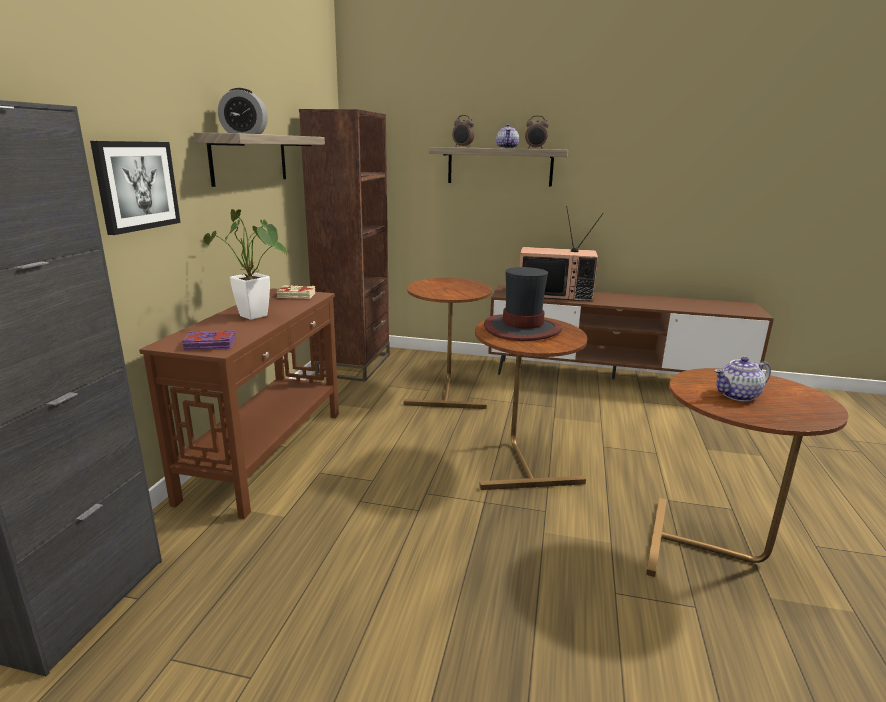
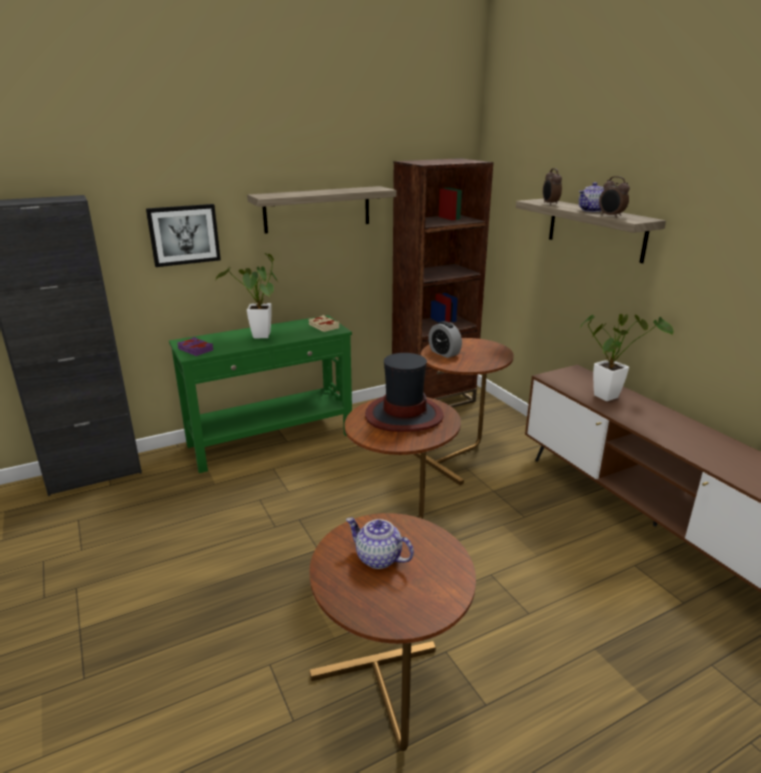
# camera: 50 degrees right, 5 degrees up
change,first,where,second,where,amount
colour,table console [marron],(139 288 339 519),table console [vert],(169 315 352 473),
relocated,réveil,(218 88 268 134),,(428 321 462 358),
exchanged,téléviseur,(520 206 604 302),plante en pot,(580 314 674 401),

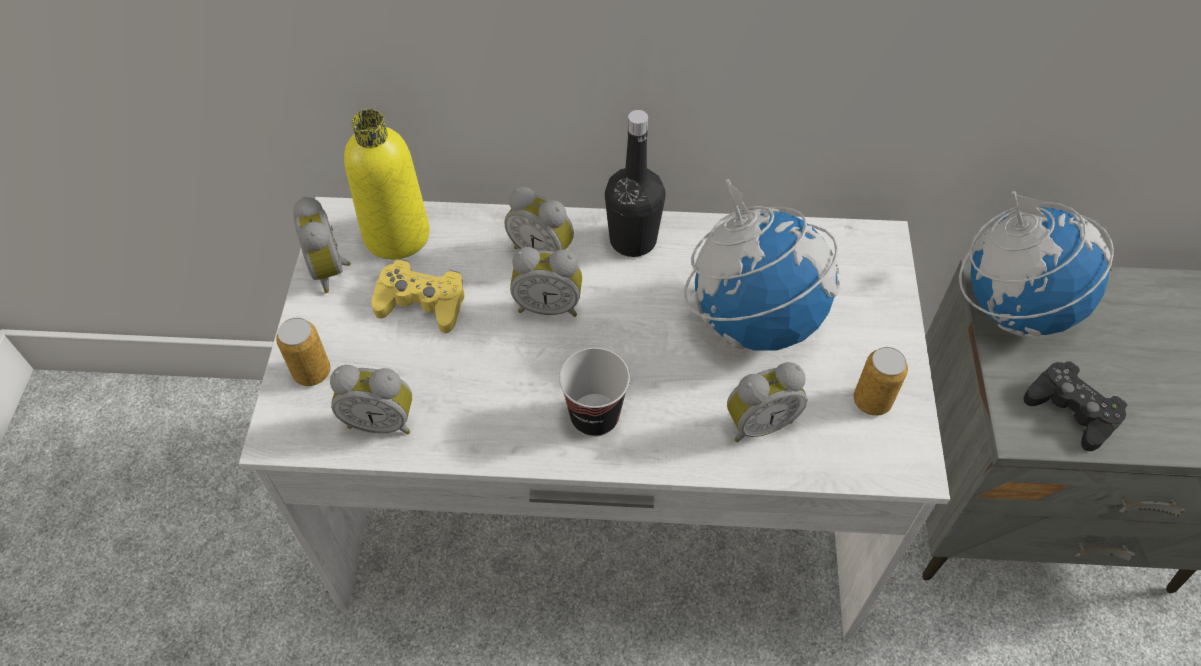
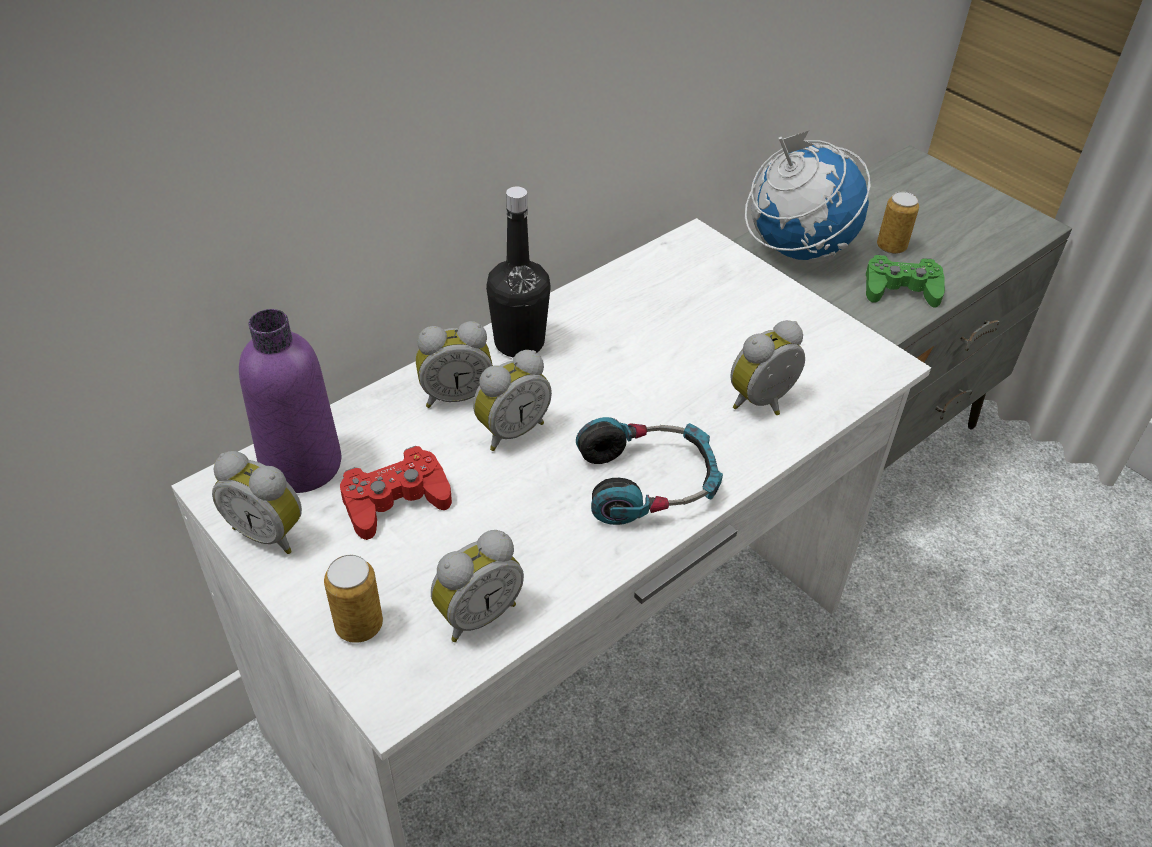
# camera: 45 degrees left, 10 degrees down
change,first,where,second,where,amount
colour,bouteille [jaune],(344 109 430 260),bouteille [violet],(239 309 341 493),
colour,manette [jaune],(371 259 464 334),manette [rouge],(340 446 452 540),
exchanged,tasse,(559 348 630 437),casque audio,(576 417 723 525),
missing,globe,(684 179 840 351),,,
spun,réveil,(727 362 807 442),,(731 320 805 415),150 degrees counterclockwise
relocated,boîte métallique,(854 347 908 416),,(877 192 919 254),
colour,manette [noir],(1023 361 1128 451),manette [vert],(866 255 945 308),

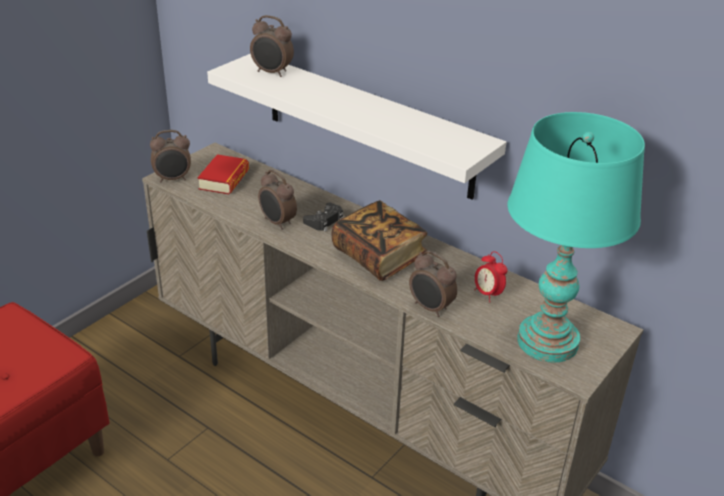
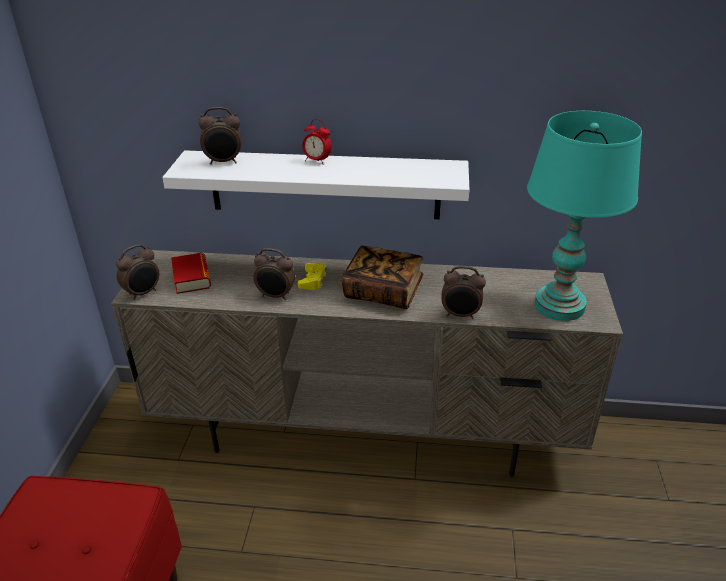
# camera: 30 degrees left, 0 degrees up
change,first,where,second,where,amount
colour,manette [noir],(303 202 343 232),manette [jaune],(298 263 327 290),
relocated,réveil,(474 251 508 302),,(302 119 332 165),

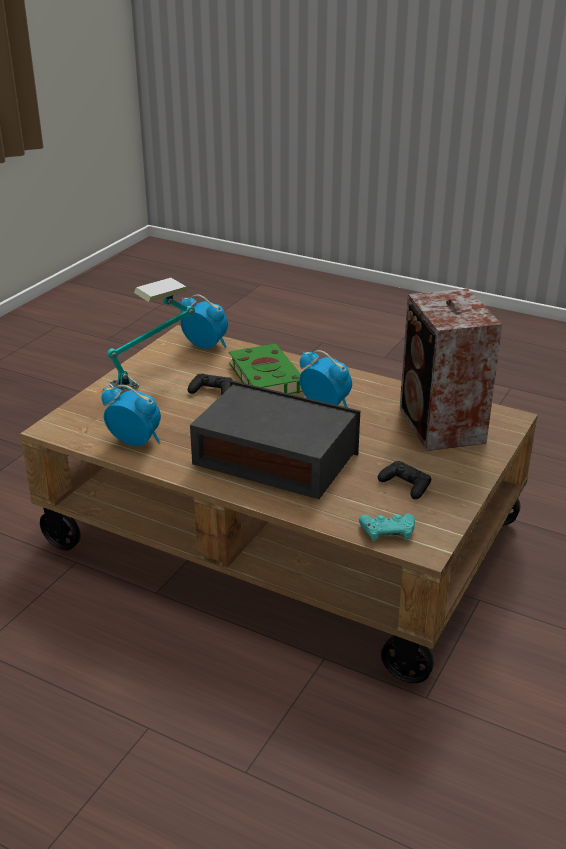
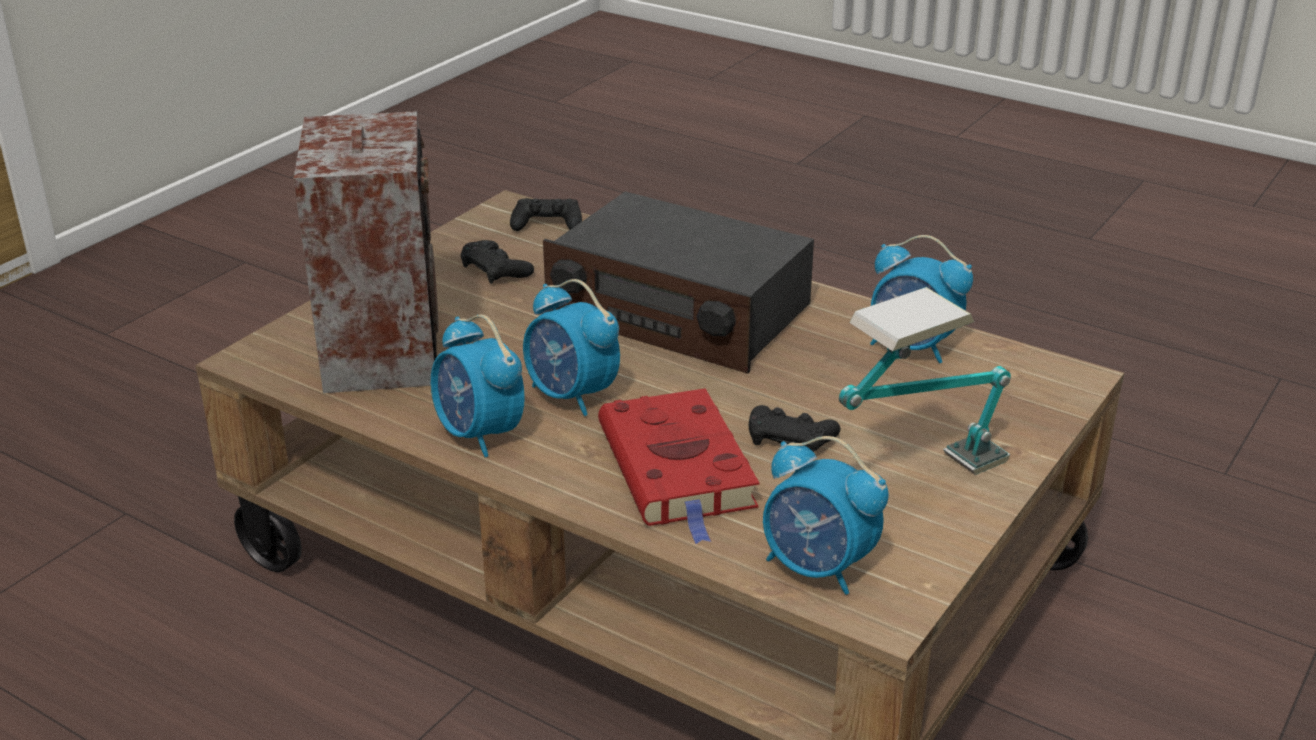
# camera: 175 degrees left, 0 degrees up
change,first,where,second,where,amount
colour,livre [vert],(229 344 303 394),livre [rouge],(598 388 759 544),
colour,manette [turquoise],(359 513 415 541),manette [noir],(510 198 582 231),
appeared,,,réveil,(431 315 525 457),

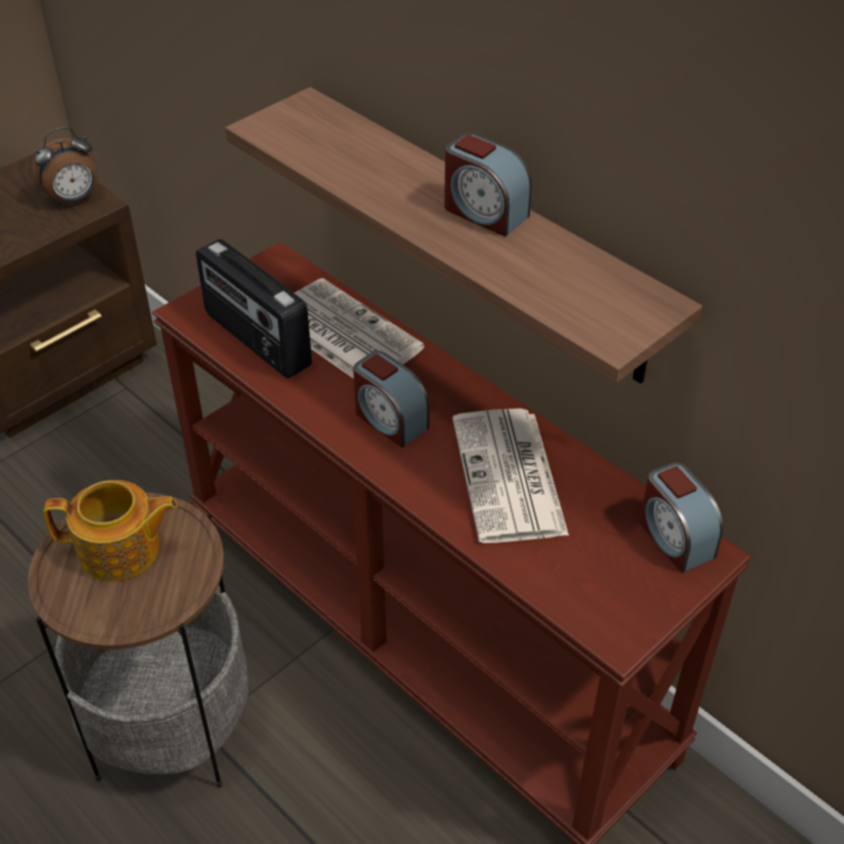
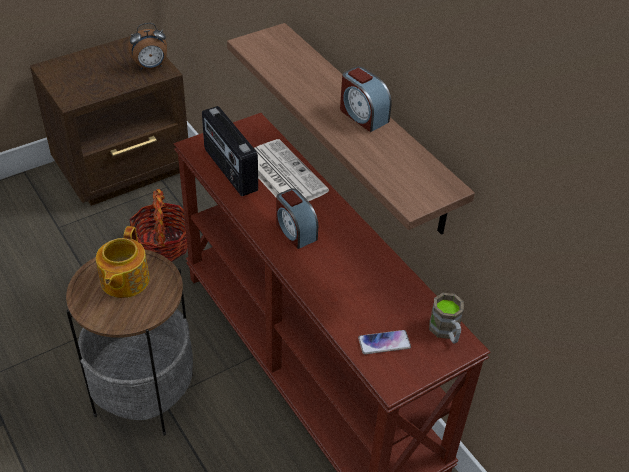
# camera: 10 degrees right, 0 degrees up
change,first,where,second,where,amount
spun,théière,(44 480 178 582),,(96 226 150 298),90 degrees clockwise
missing,journal,(452 408 569 543),,,
exchanged,réveil,(640 462 723 573),mug [marron],(429 293 464 343),
appeared,,,panier,(130 189 187 262),
appeared,,,téléphone,(358 330 411 354),

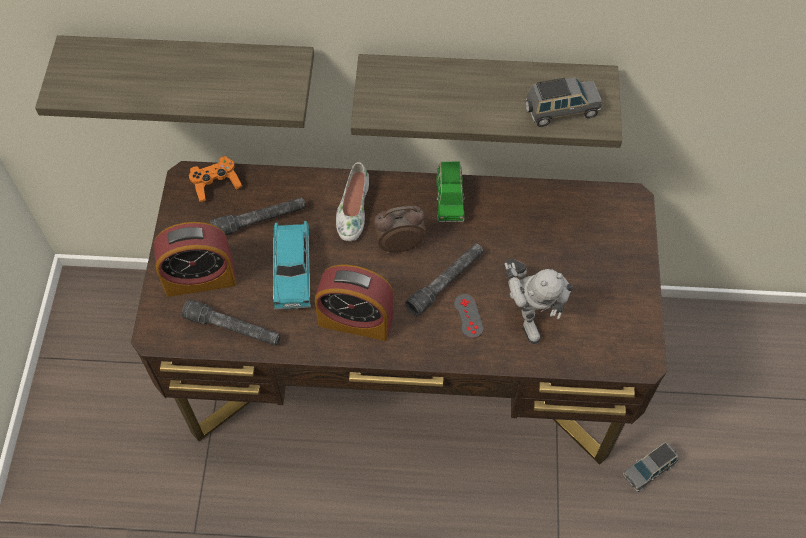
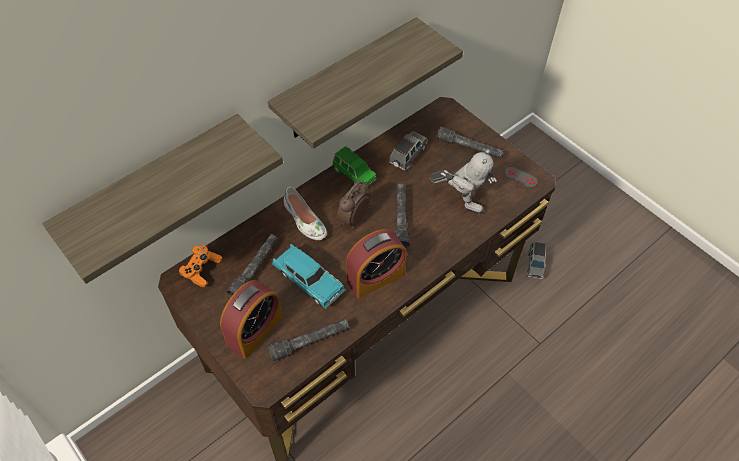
# camera: 45 degrees left, 5 degrees down
change,first,where,second,where,amount
relocated,manette [gris],(454 294 483 338),,(504 167 538 188),
relocated,petite voiture [gris],(525 77 602 127),,(389 131 427 171),
appeared,,,lampe de poche [gris],(436 126 504 159),

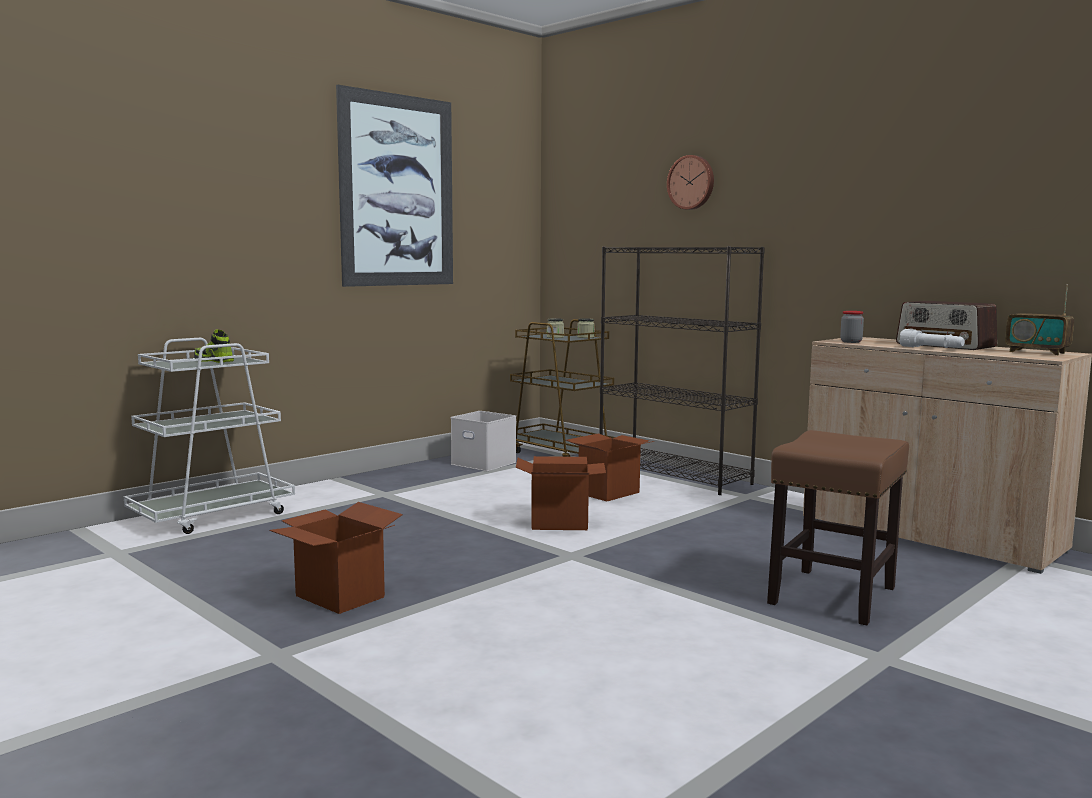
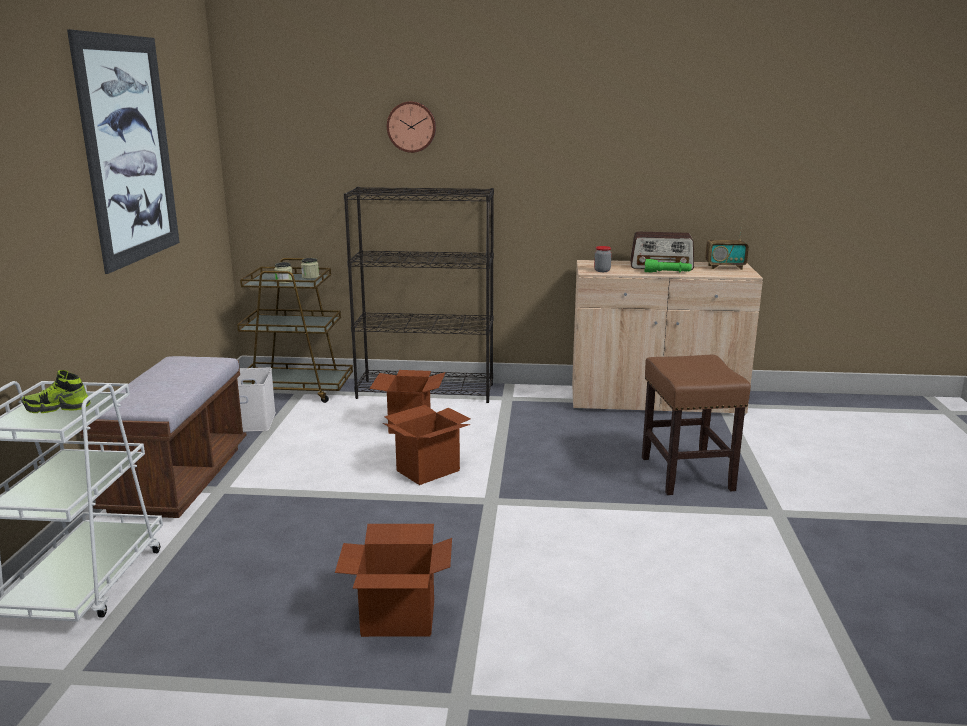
# camera: 40 degrees left, 10 degrees up
change,first,where,second,where,amount
colour,lampe de poche [blanc],(899 329 965 348),lampe de poche [vert],(644 259 692 273),
appeared,,,banc [marron],(80 356 247 518),

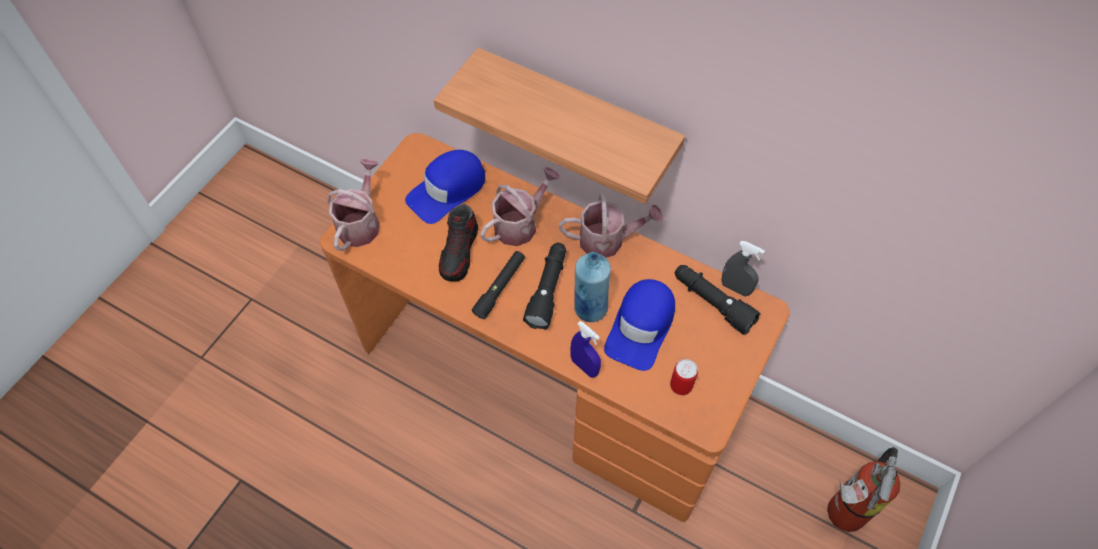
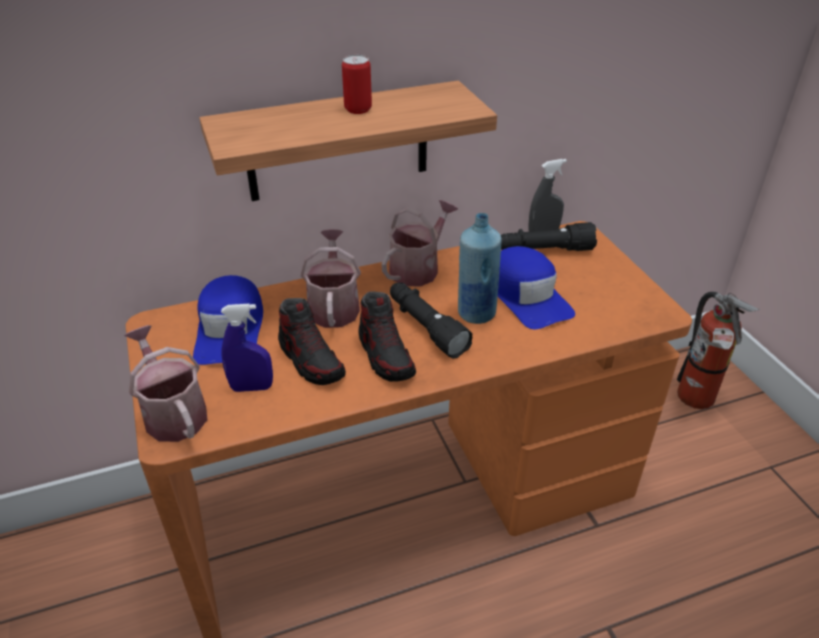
# camera: 50 degrees left, 20 degrees down
change,first,where,second,where,amount
exchanged,lampe de poche [noir],(472 251 525 319),chaussure,(358 291 416 382),
relocated,vaporisateur [bleu],(570 321 601 378),,(221 304 273 392),
relocated,boîte métallique,(670 359 698 395),,(342 55 372 114),

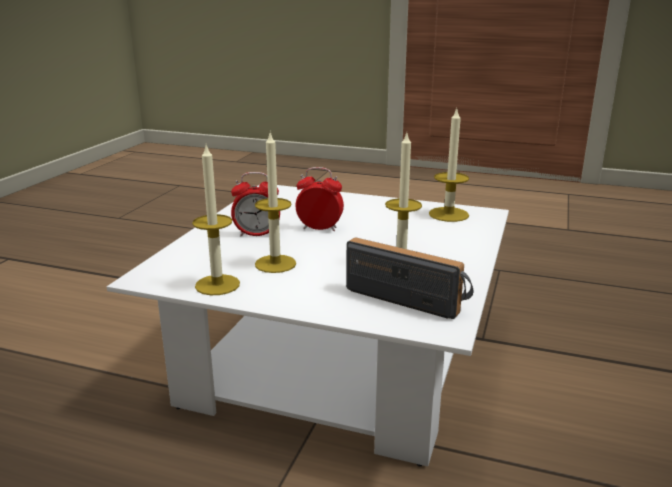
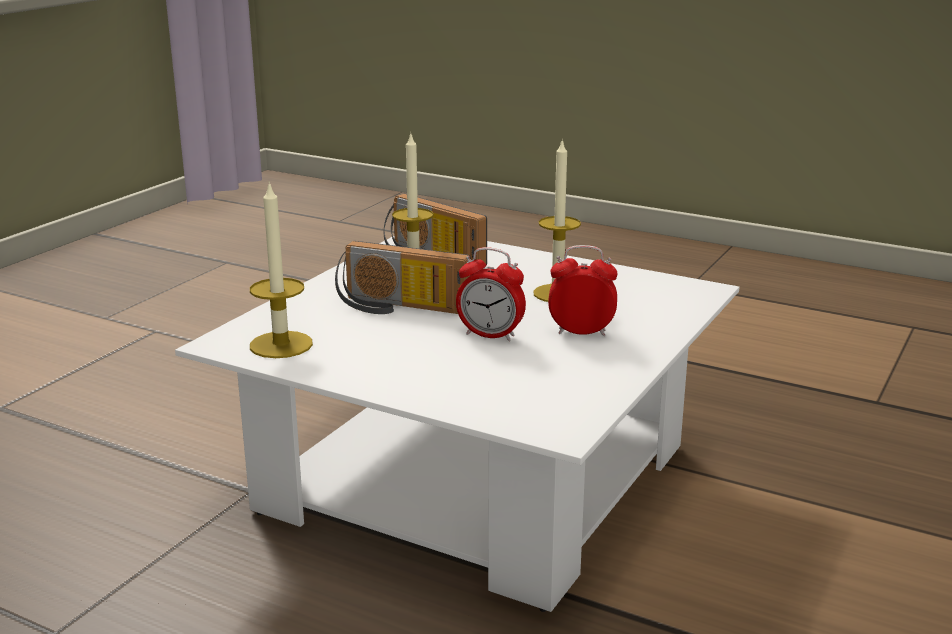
# camera: 170 degrees left, 0 degrees up
change,first,where,second,where,amount
missing,bougie,(192 145 240 295),,,
appeared,,,radio,(335 241 471 314),

